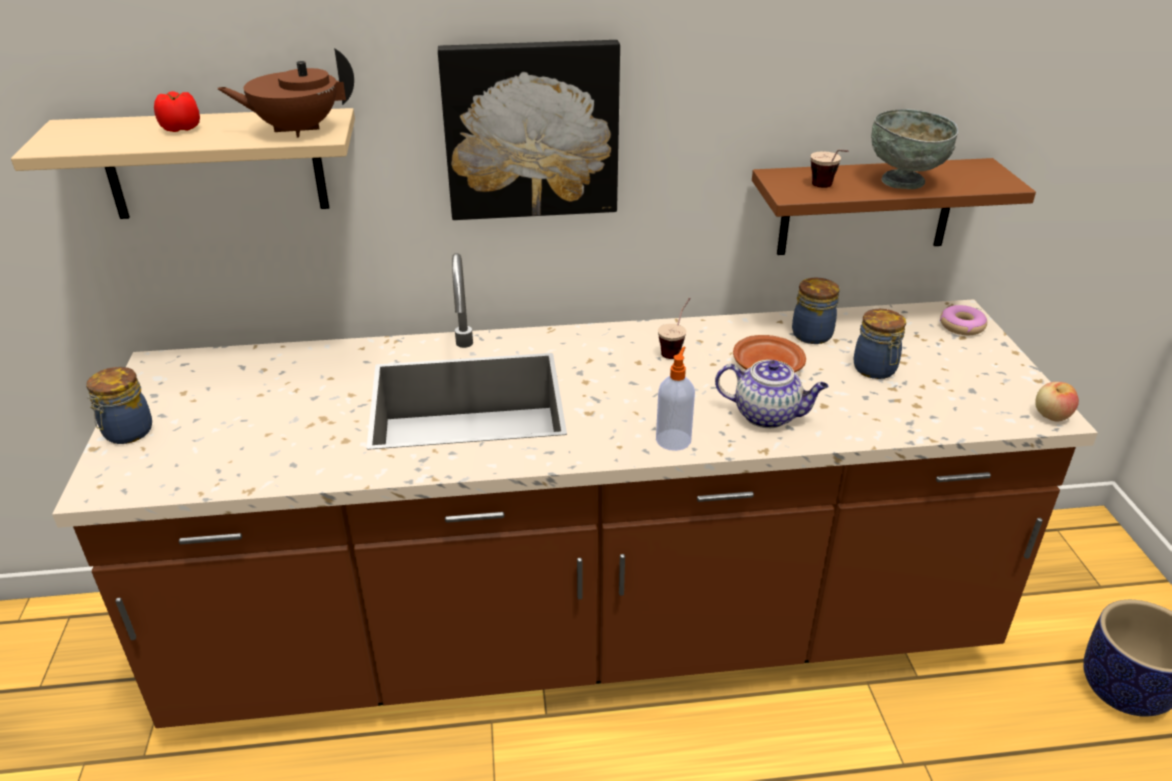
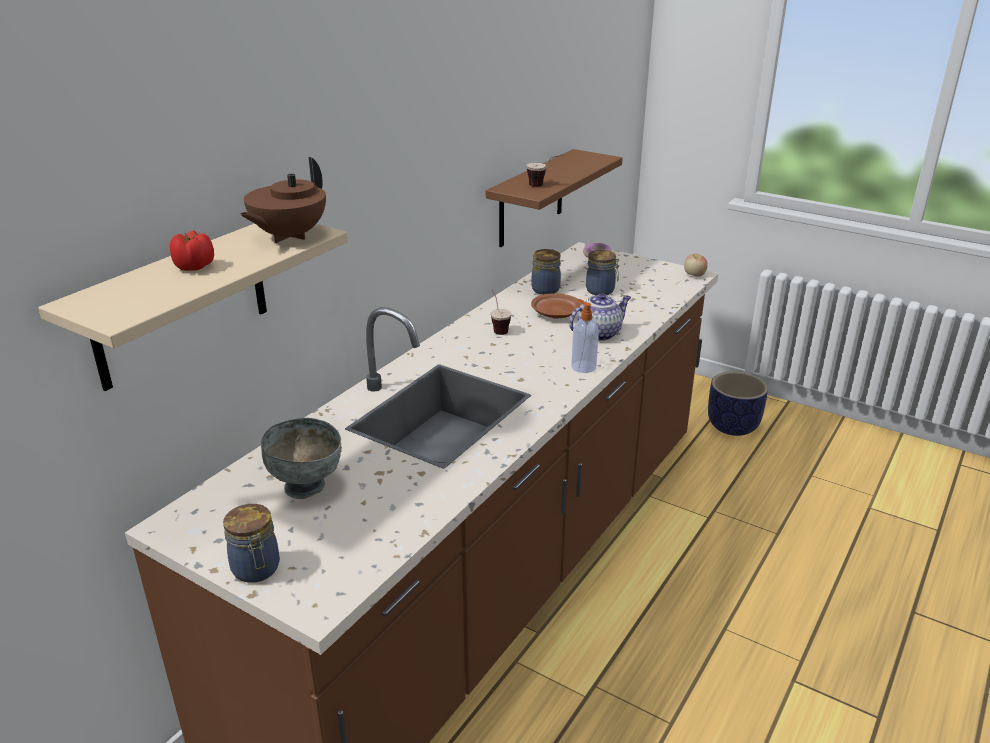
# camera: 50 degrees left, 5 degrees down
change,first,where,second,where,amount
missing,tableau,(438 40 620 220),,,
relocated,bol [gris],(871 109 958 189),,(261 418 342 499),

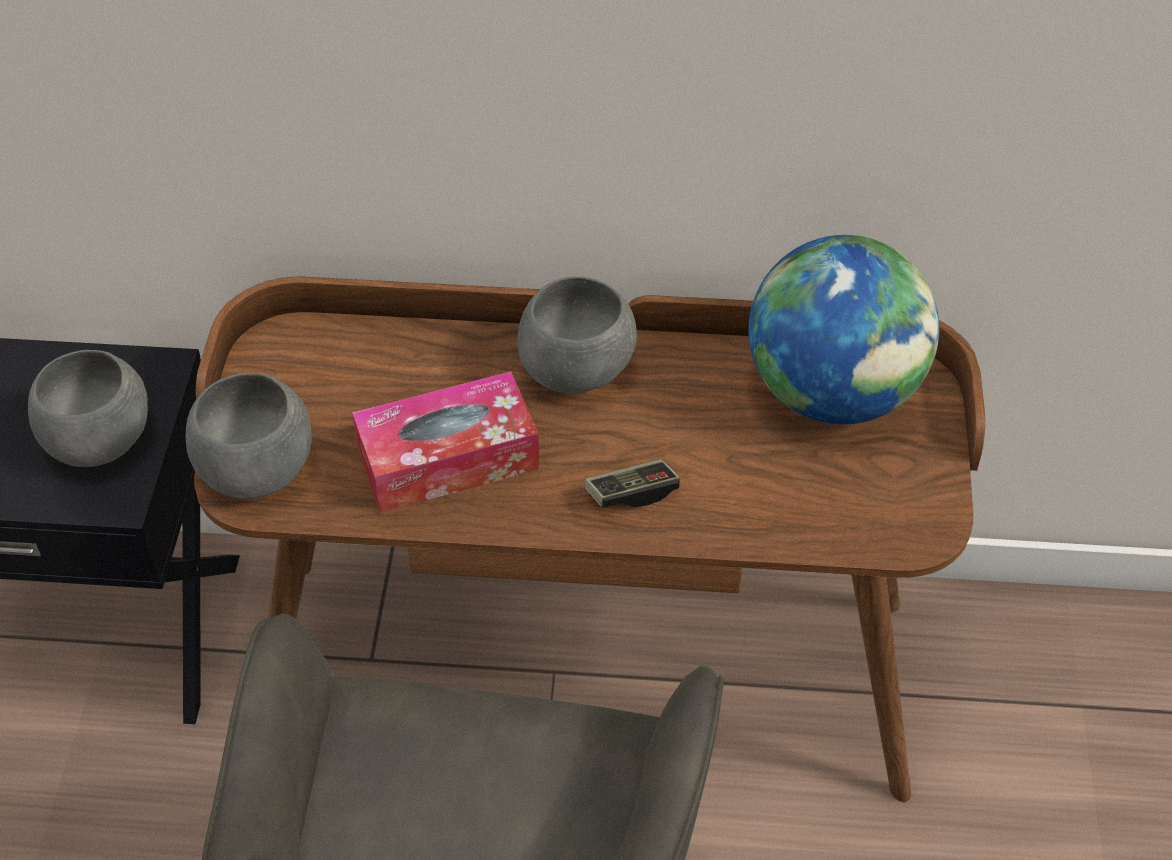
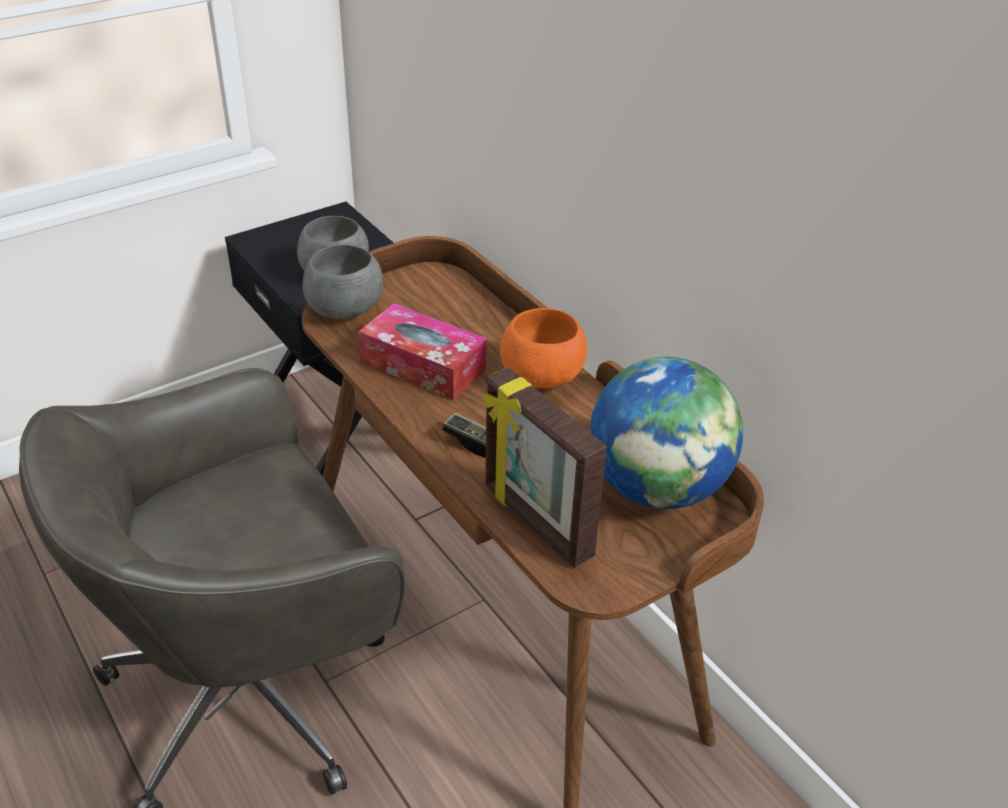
# camera: 50 degrees right, 10 degrees down
change,first,where,second,where,amount
colour,bol [gris],(517 277 637 394),bol [orange],(500 308 587 388),
appeared,,,cadre photo,(483 367 607 568),

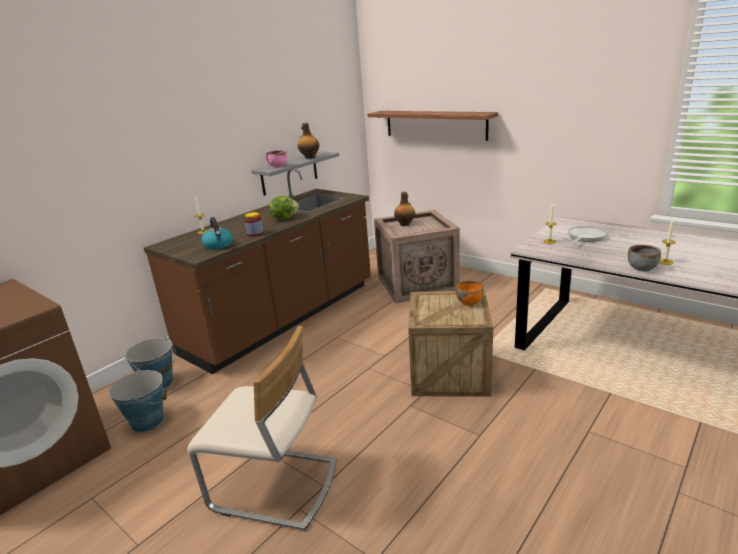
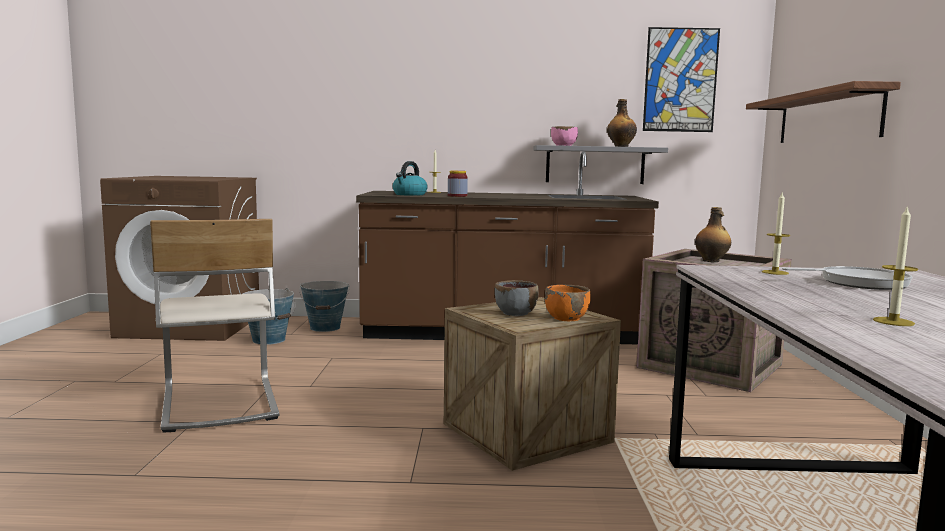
# camera: 50 degrees right, 15 degrees down
change,first,where,second,where,amount
missing,laitue,(269 196 299 220),,,
relocated,bol [gris],(628 245 661 271),,(495 280 538 316),
appeared,,,tableau,(643 27 720 132),

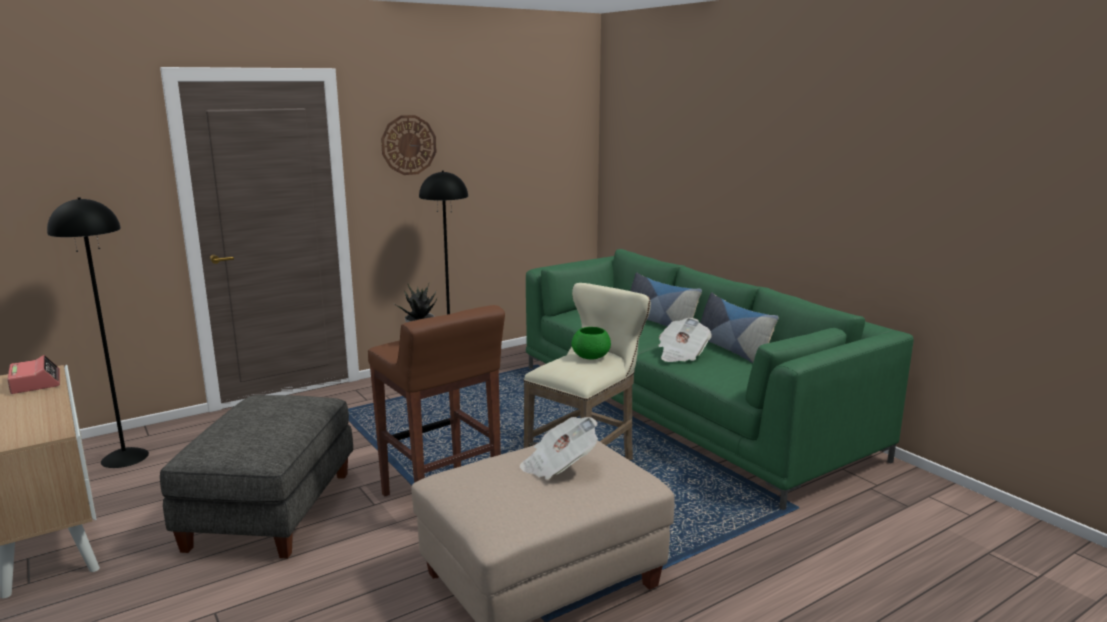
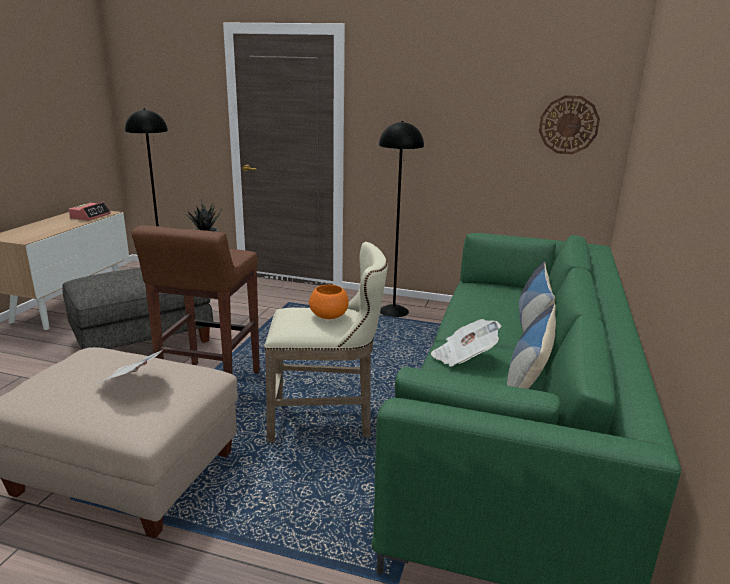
# camera: 50 degrees right, 5 degrees up
change,first,where,second,where,amount
relocated,horloge murale,(381 115 436 175),,(539 95 600 154),
colour,bol [vert],(572 327 611 360),bol [orange],(309 285 349 319),

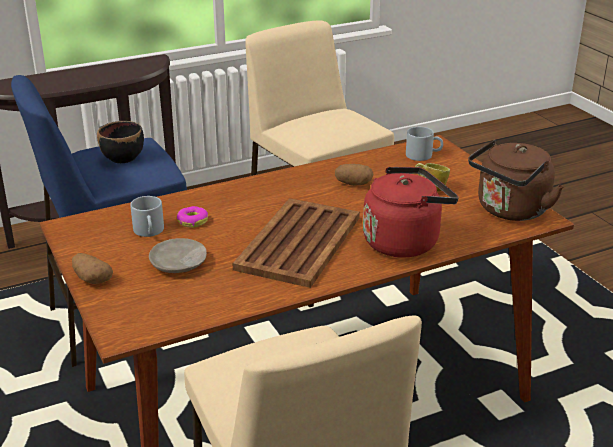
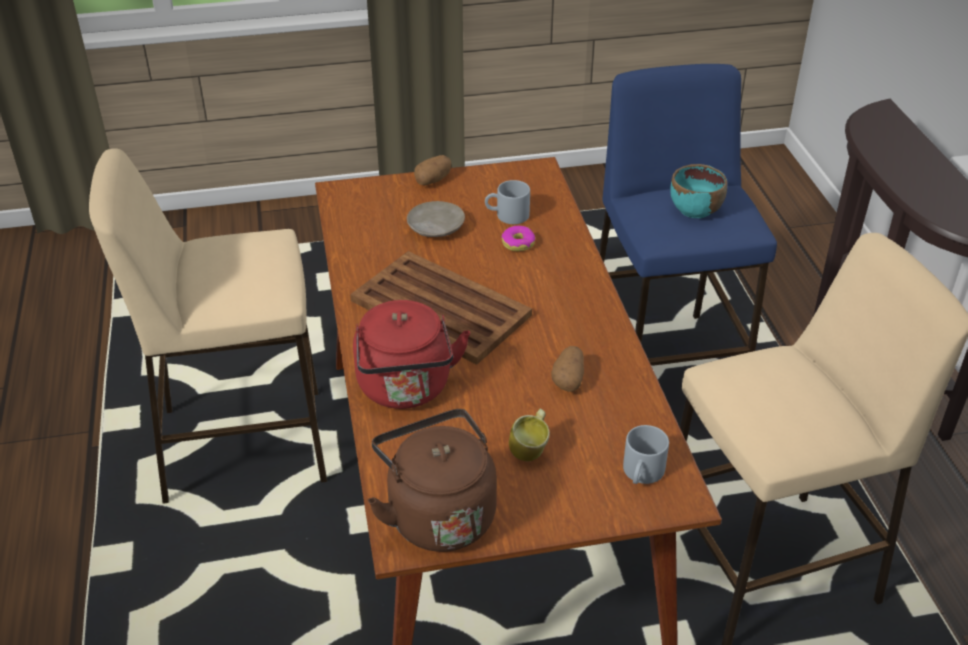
# camera: 105 degrees right, 10 degrees up
change,first,where,second,where,amount
colour,bol [noir],(97 121 144 163),bol [turquoise],(671 164 727 218),

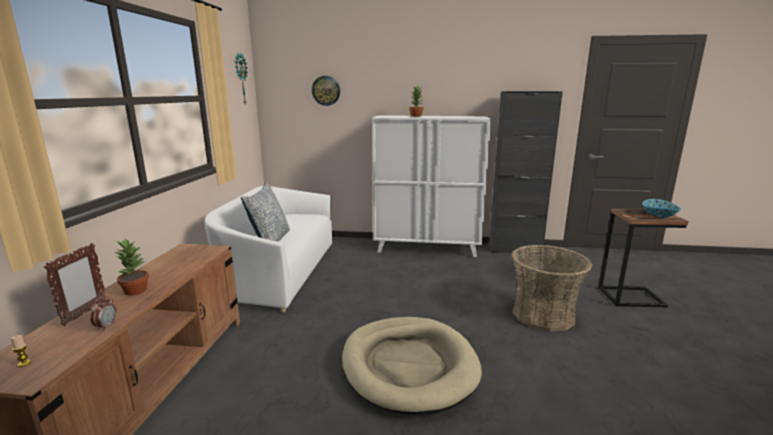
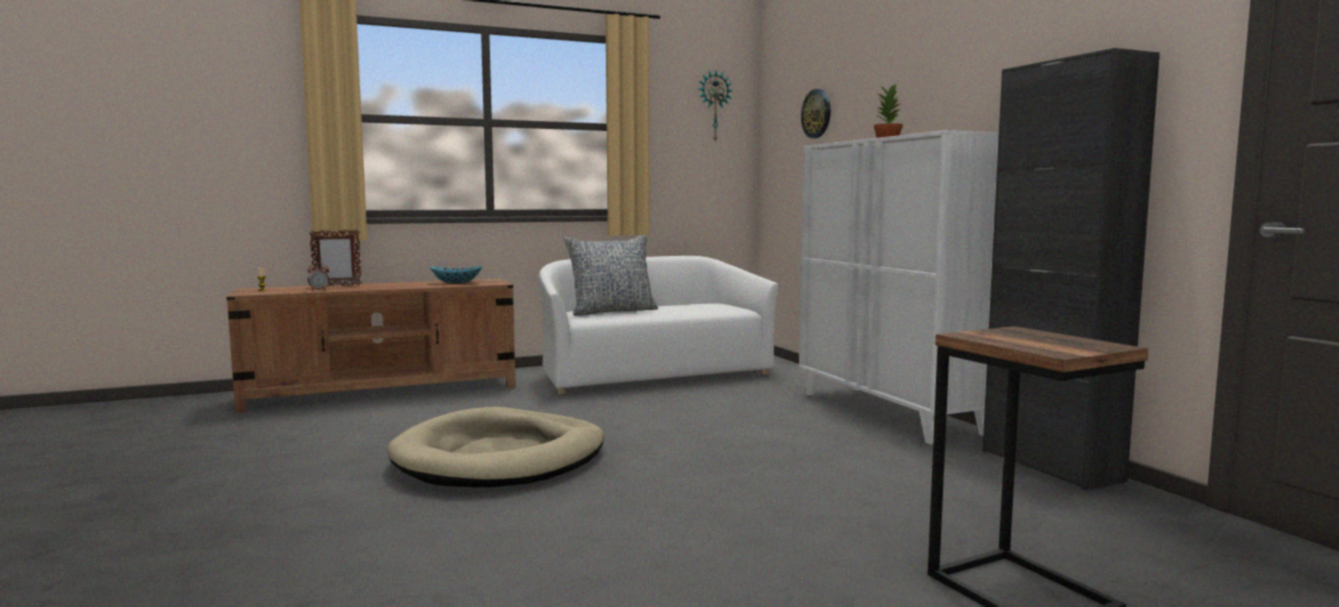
# camera: 60 degrees right, 10 degrees down
change,first,where,second,where,amount
missing,plante en pot,(116 238 149 296),,,
missing,panier,(511 245 592 332),,,
relocated,bol,(642 199 681 218),,(430 266 483 284),

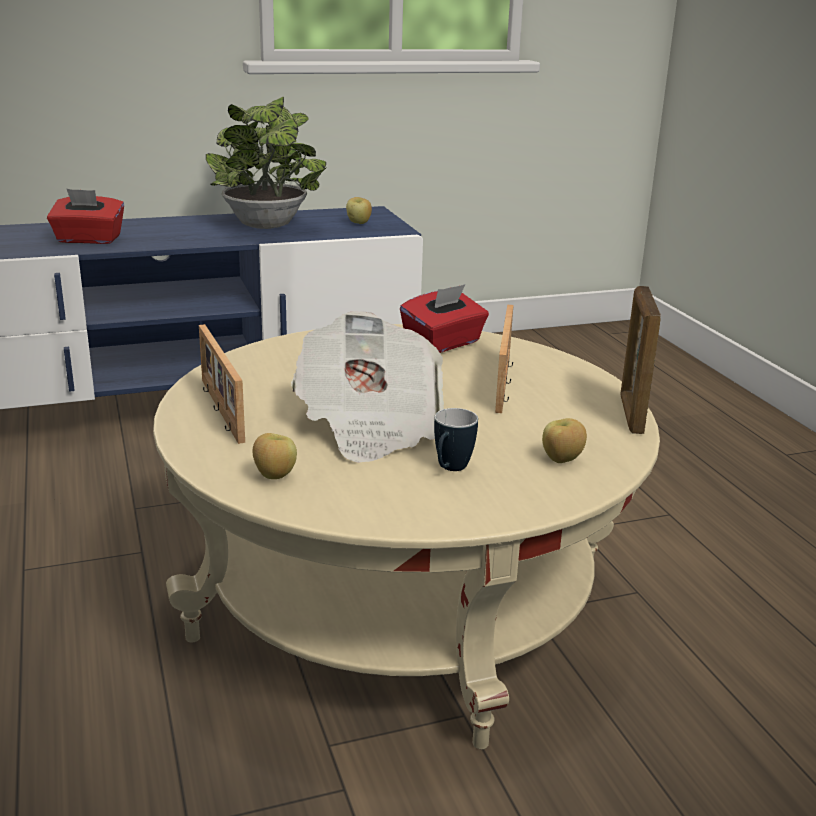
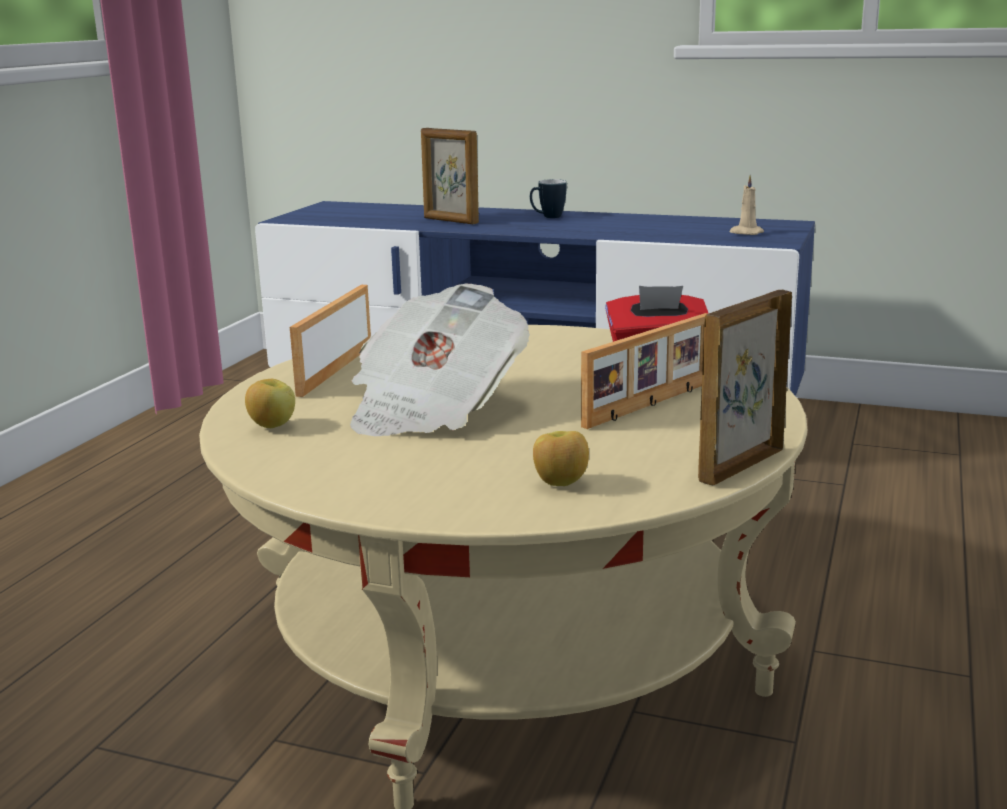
# camera: 40 degrees right, 5 degrees down
change,first,where,second,where,amount
exchanged,boîte à mouchoirs [rouge],(47 189 124 244),cadre photo,(421 128 479 224),
missing,plante en pot,(206 97 327 229),,,
exchanged,pomme,(346 197 372 224),bougie [beige],(729 175 764 235),
relocated,mug,(434 408 478 471),,(530 179 567 218),

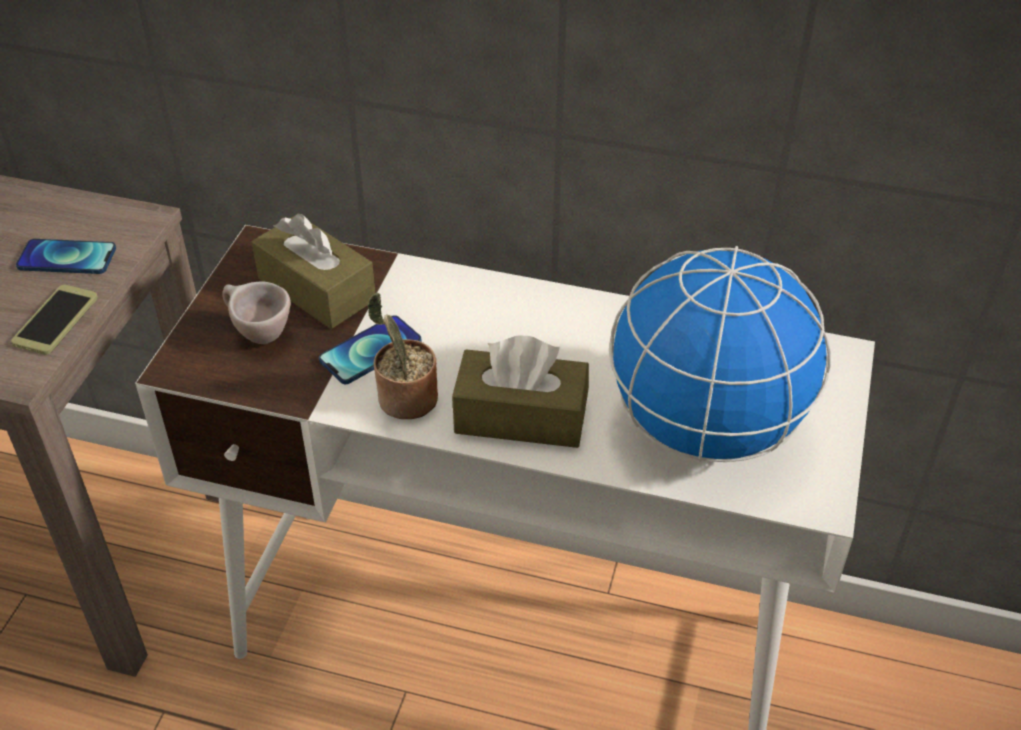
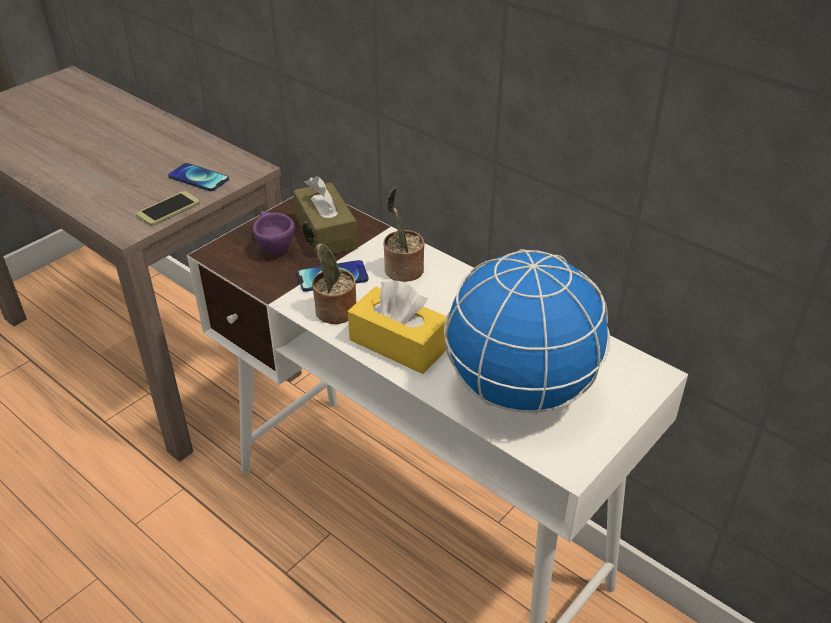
# camera: 25 degrees right, 5 degrees down
change,first,where,second,where,amount
colour,tasse [beige],(222 281 291 344),tasse [violet],(253 211 295 255),
colour,boîte à mouchoirs [marron],(452 336 589 448),boîte à mouchoirs [jaune],(348 281 448 374),
appeared,,,plante en pot,(384 187 425 282),

